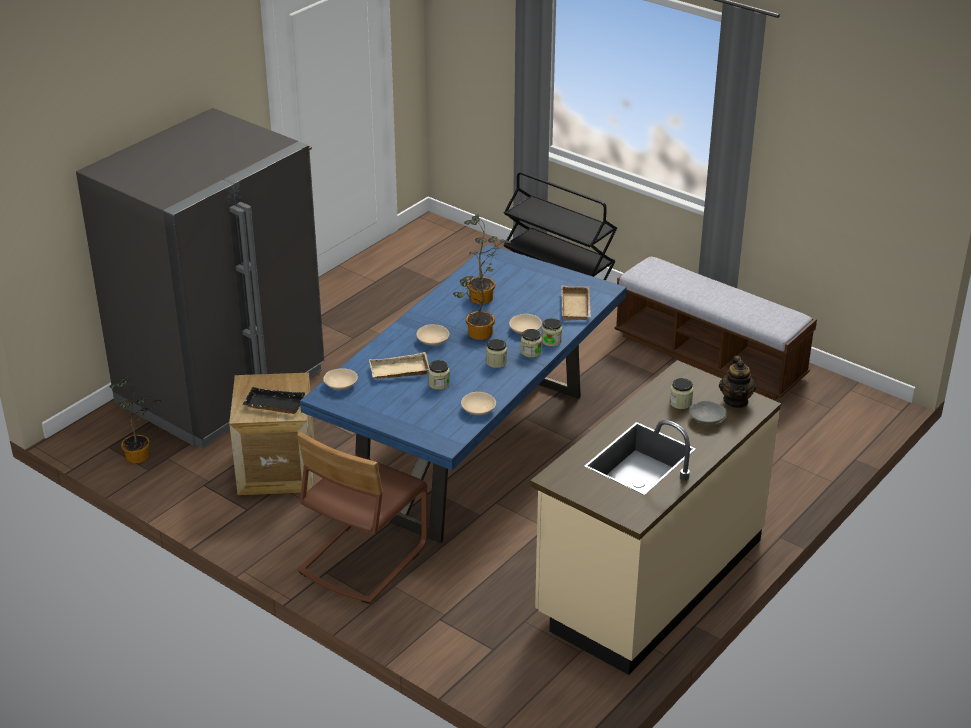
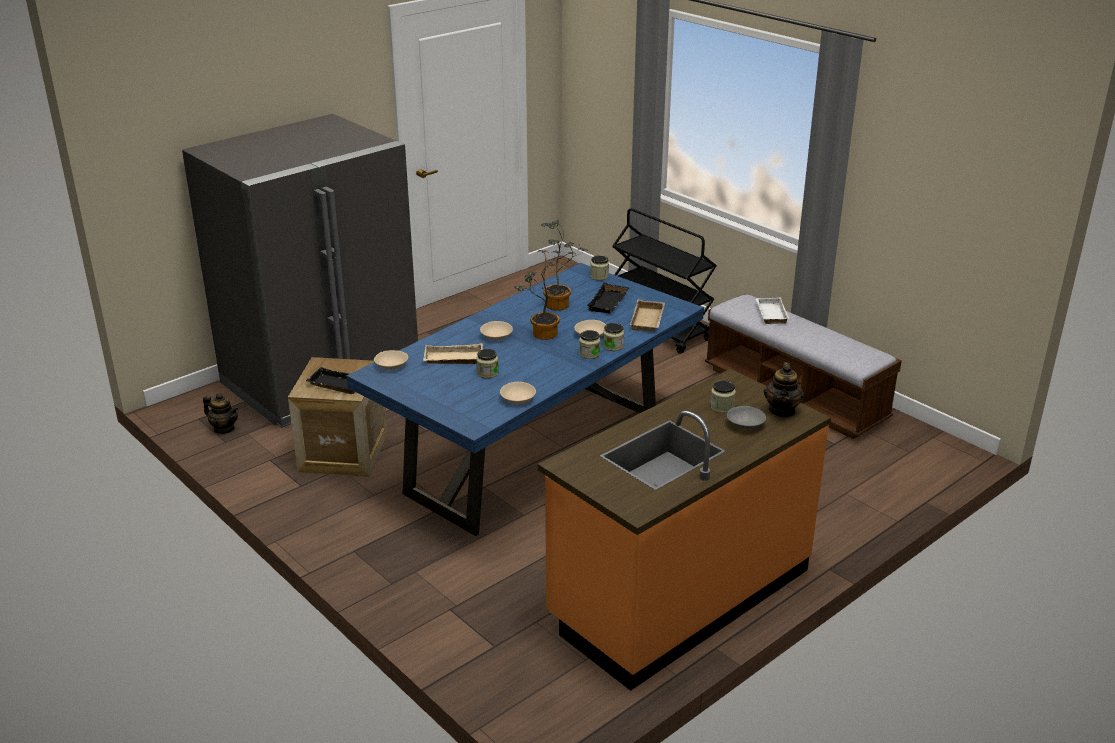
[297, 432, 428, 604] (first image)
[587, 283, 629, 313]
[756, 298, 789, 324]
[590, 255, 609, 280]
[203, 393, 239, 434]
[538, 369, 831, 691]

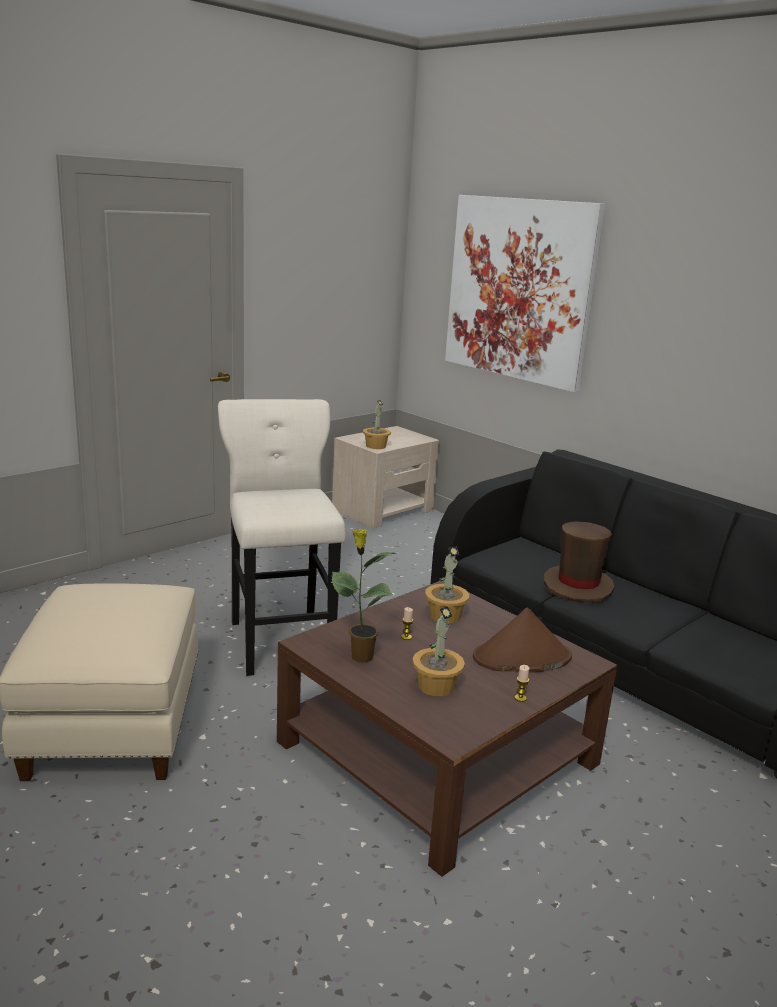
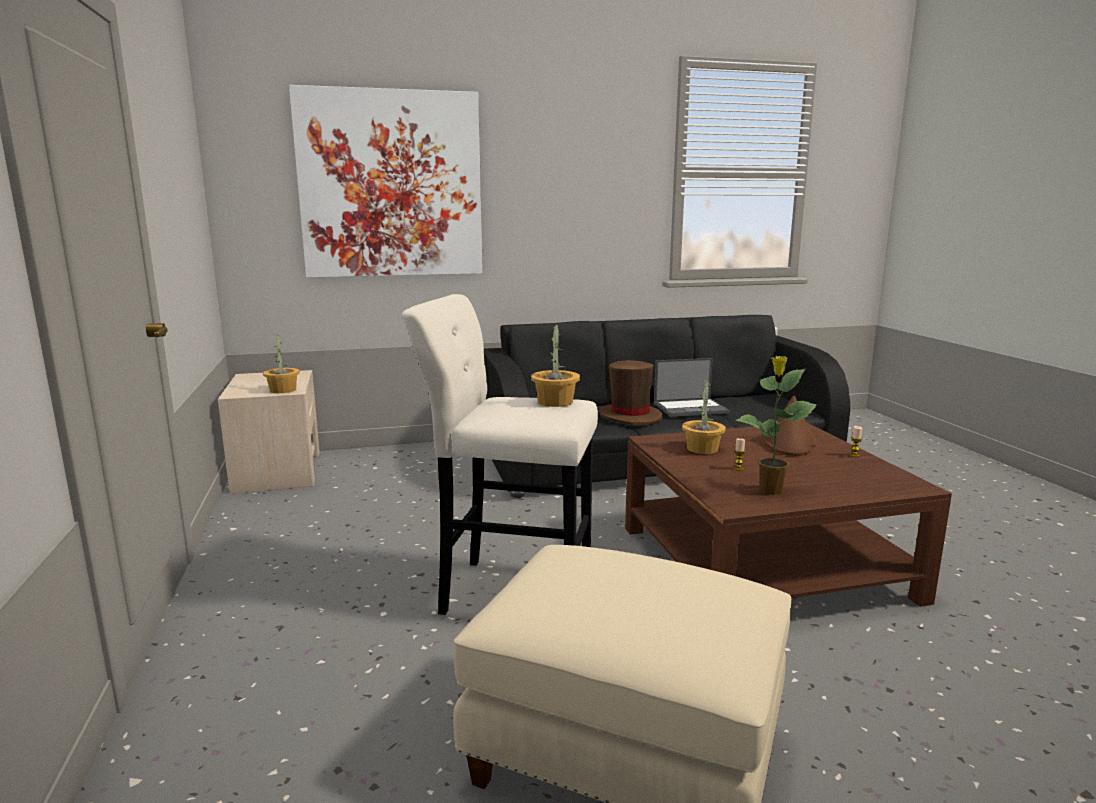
[654, 358, 730, 417]
[531, 324, 580, 407]

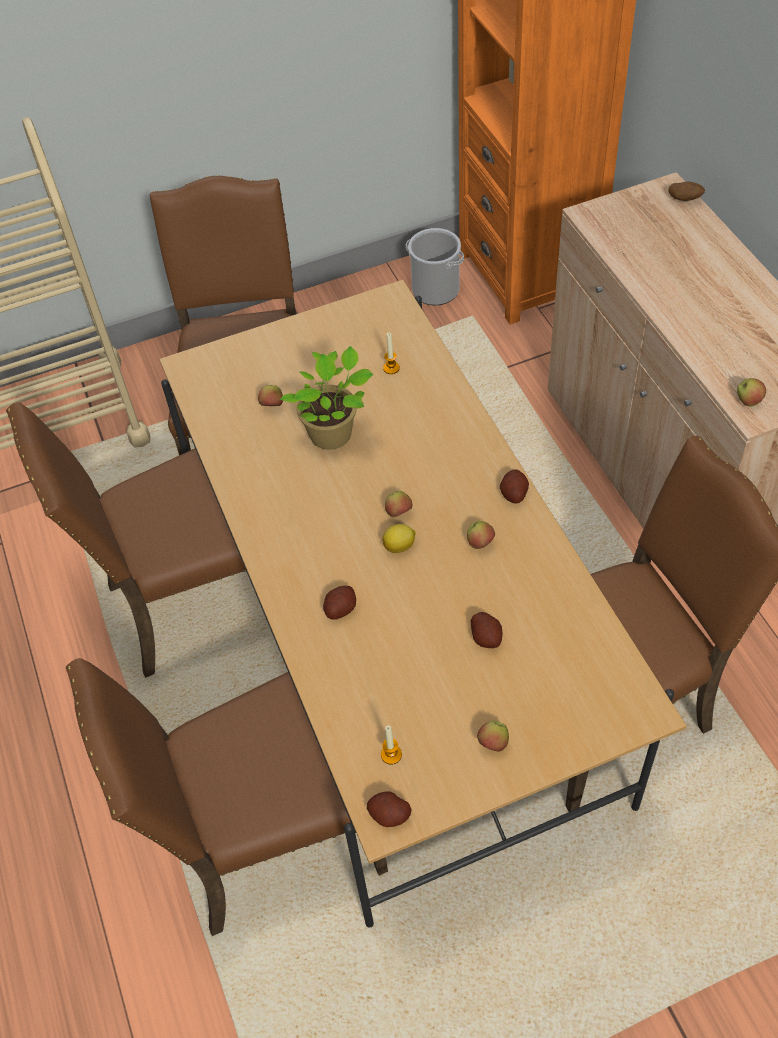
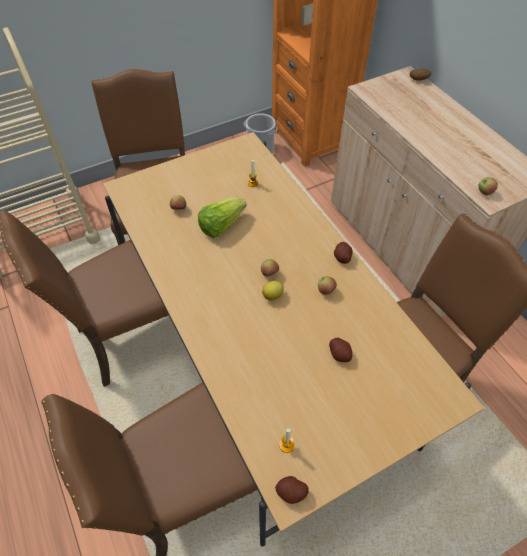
[323, 586, 356, 620] (first image)
[477, 721, 509, 752] (first image)
[198, 198, 247, 238]

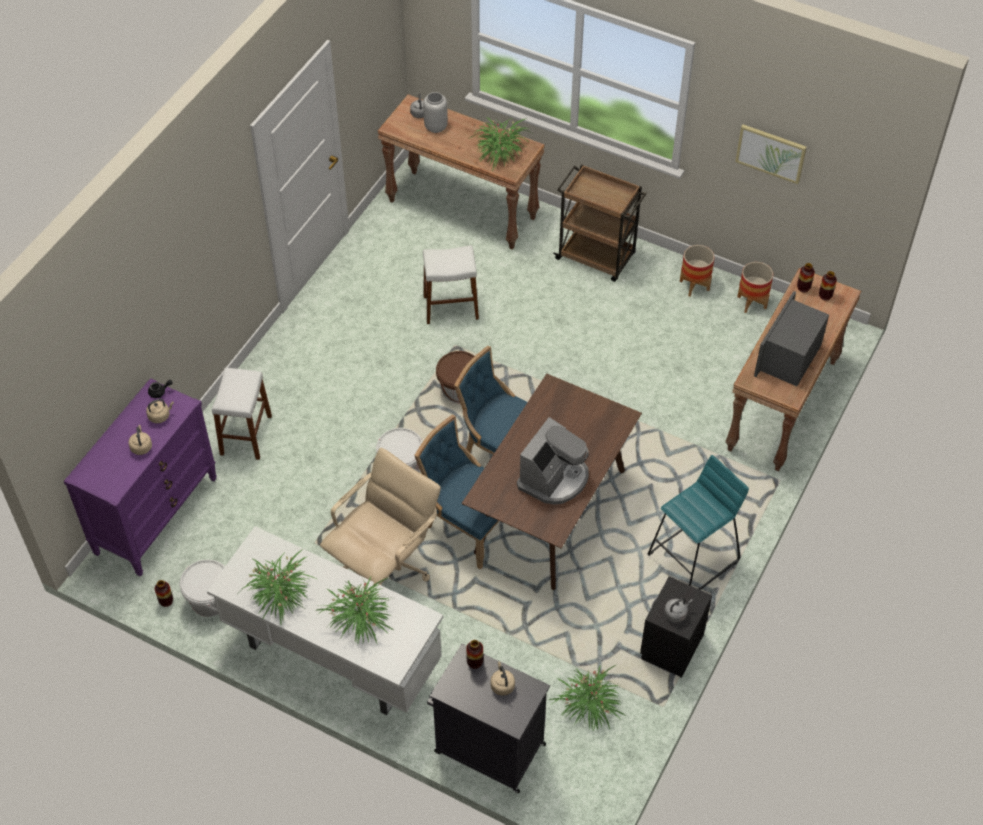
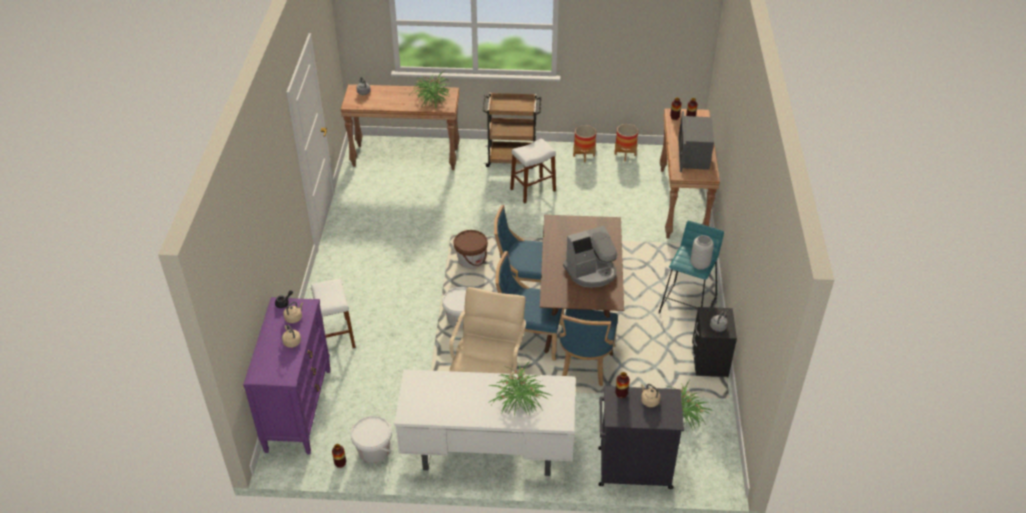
[243, 549, 317, 624] (first image)
[735, 124, 807, 184] (first image)
[560, 309, 618, 386]
[691, 235, 714, 270]
[510, 138, 556, 204]
[563, 226, 618, 287]

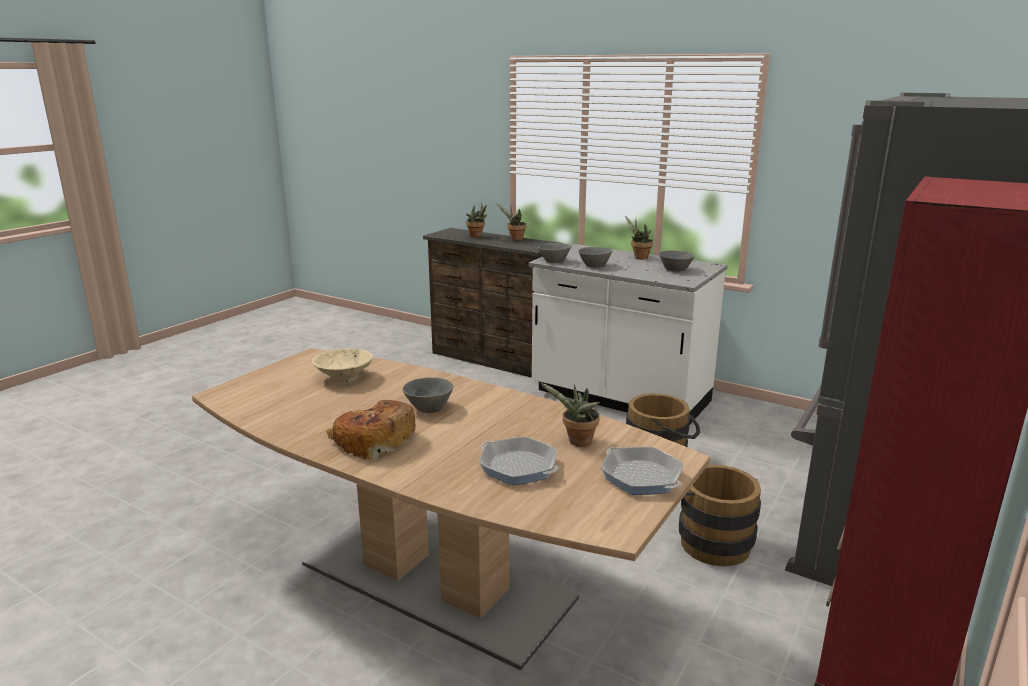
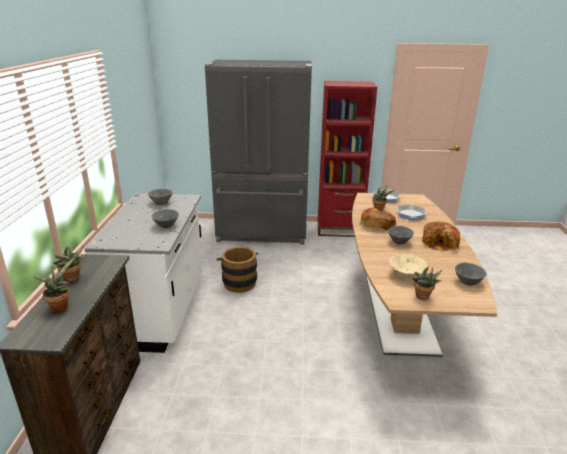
[679, 465, 761, 566] (first image)
[359, 208, 396, 231]
[455, 263, 487, 286]
[412, 267, 442, 300]

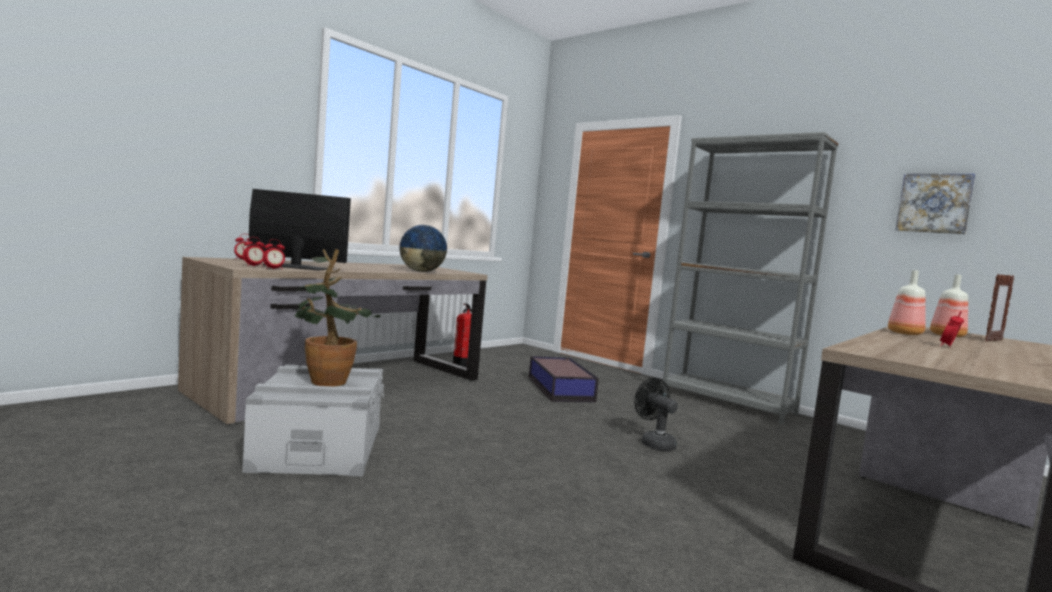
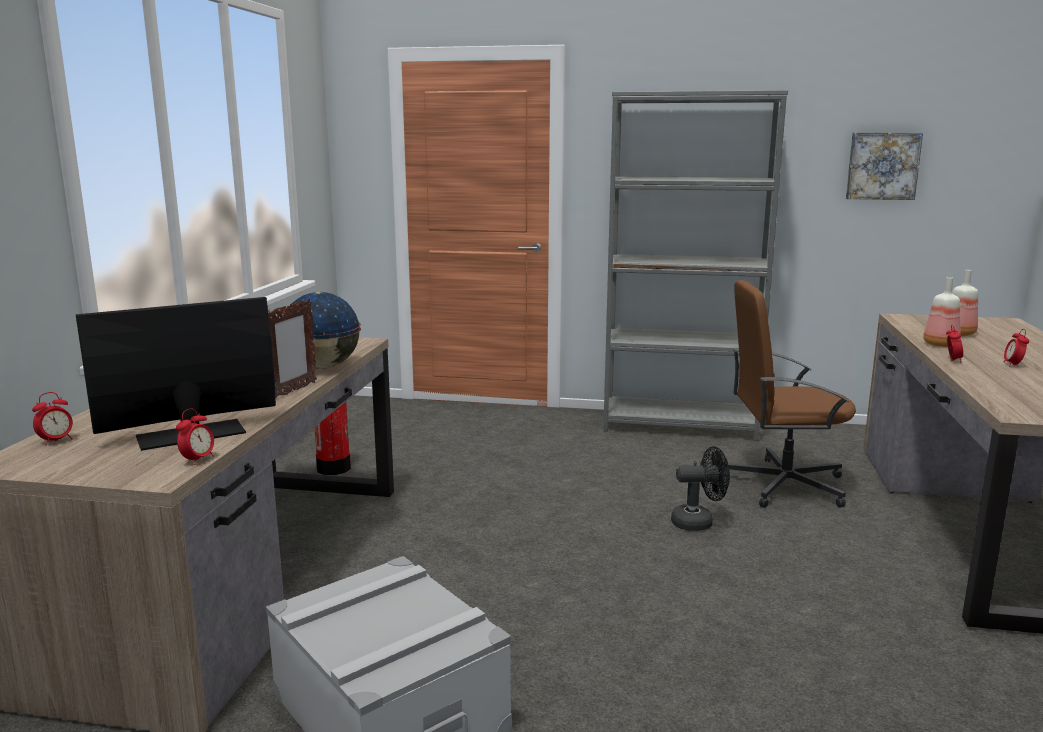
[294, 249, 380, 386] (first image)
[529, 356, 599, 403] (first image)
[719, 280, 856, 508]
[946, 325, 963, 363]
[268, 298, 317, 399]
[671, 446, 730, 531]

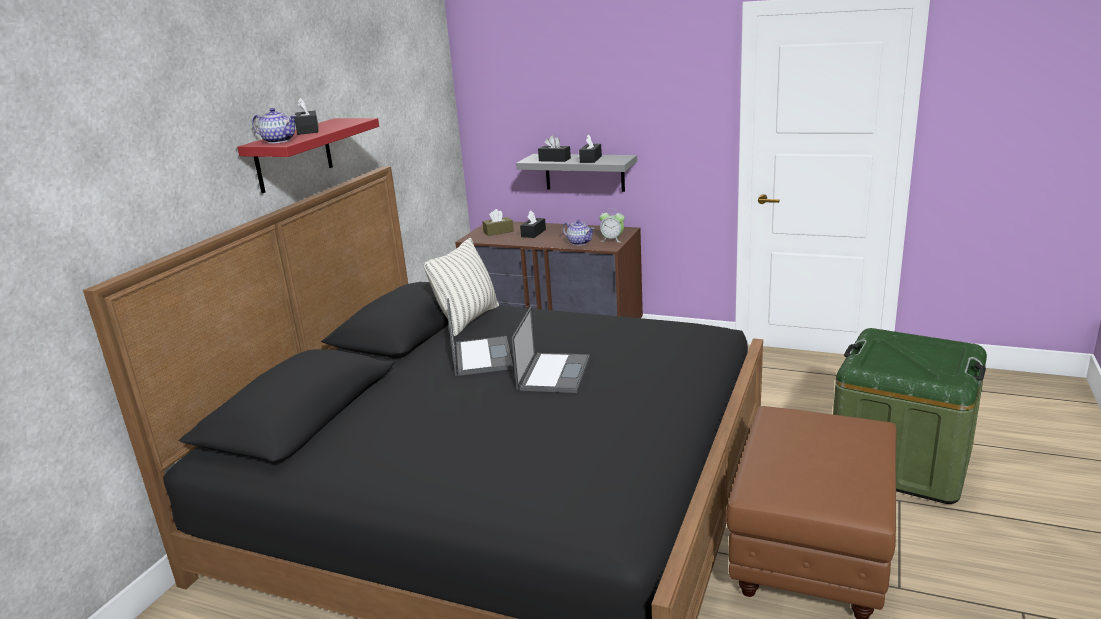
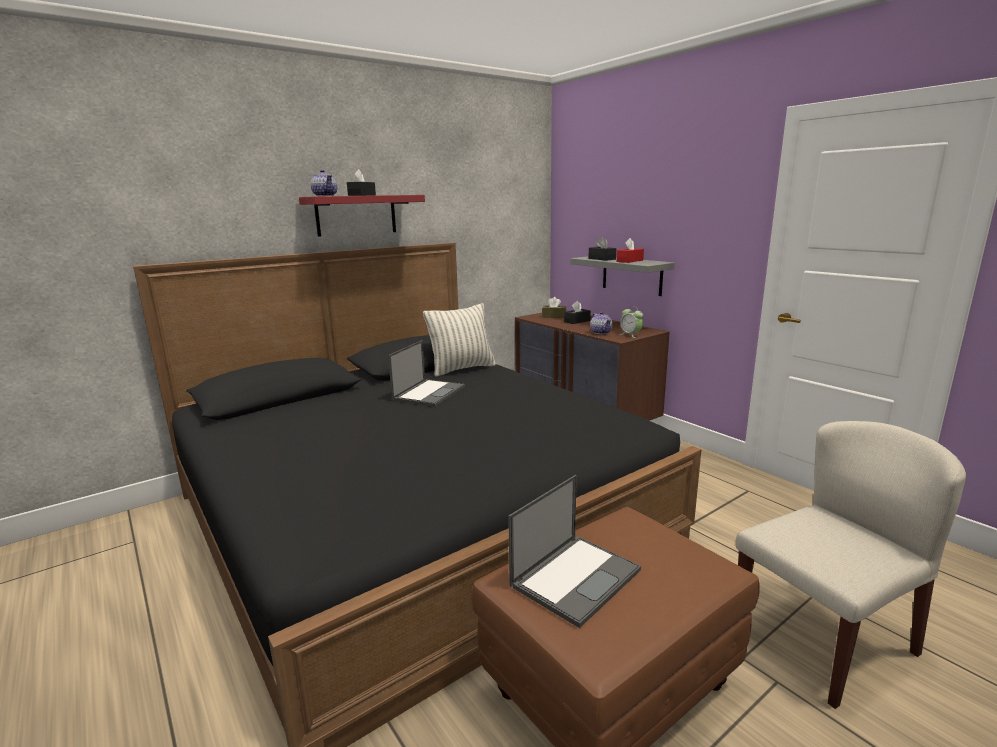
[508, 475, 641, 628]
[735, 421, 966, 709]
[616, 238, 644, 263]

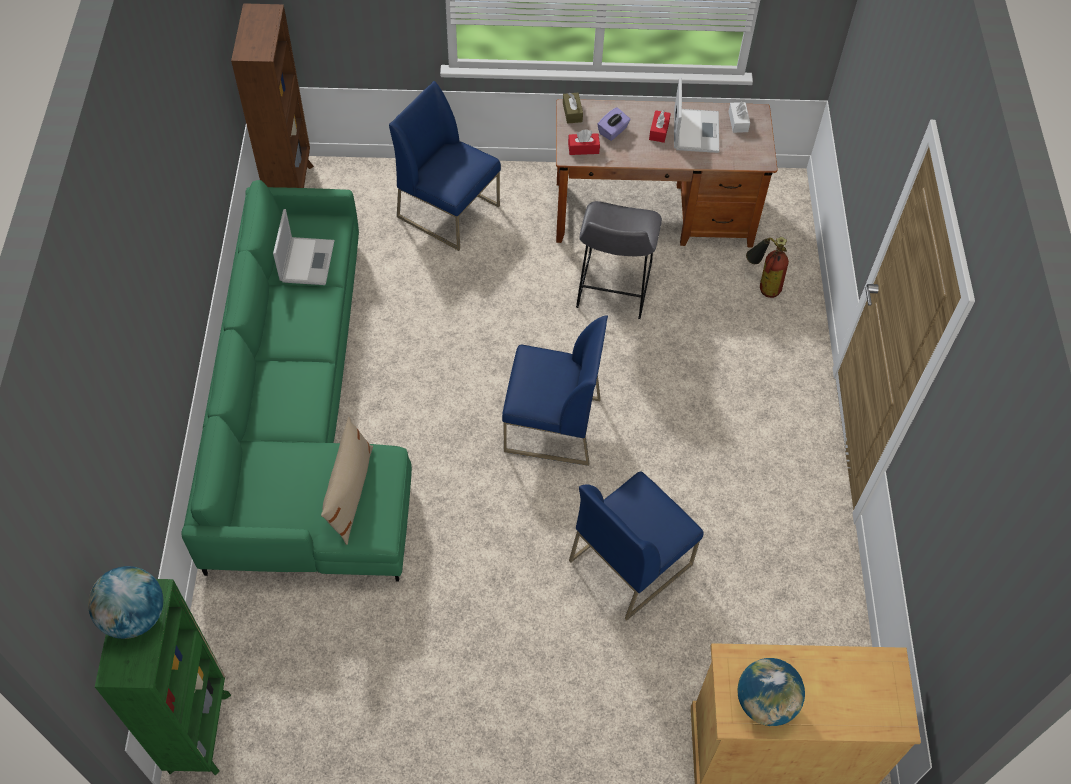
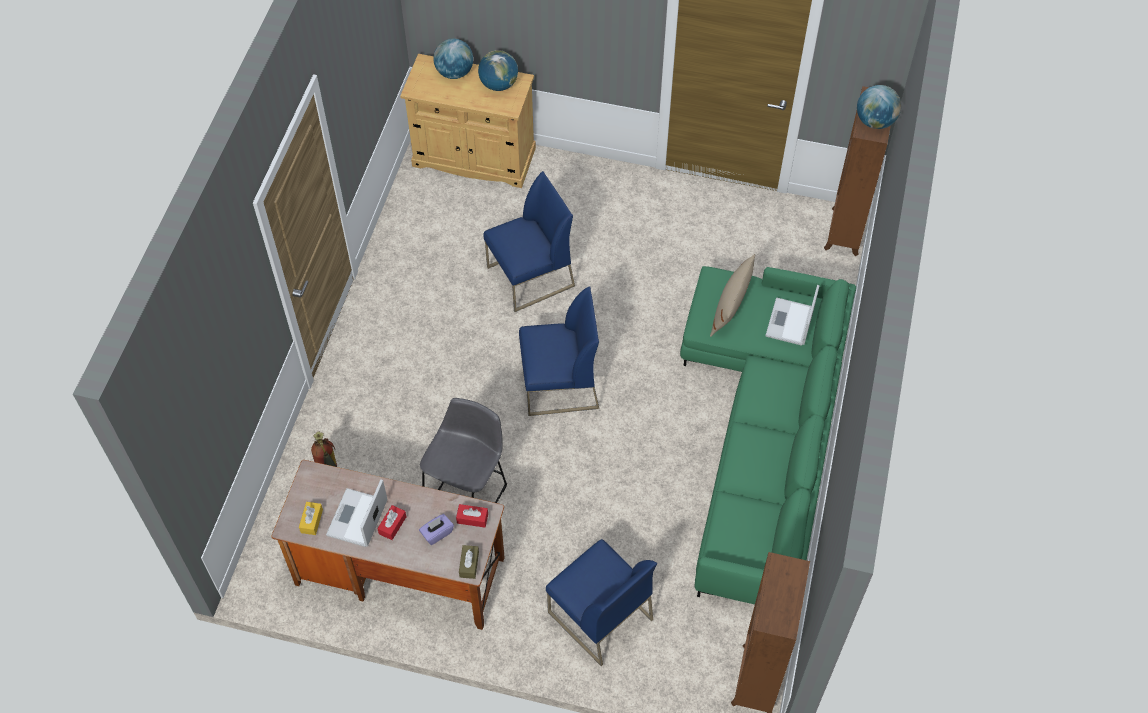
[433, 38, 473, 79]
[766, 285, 819, 346]
[824, 86, 897, 256]
[299, 502, 323, 535]
[519, 286, 599, 416]

